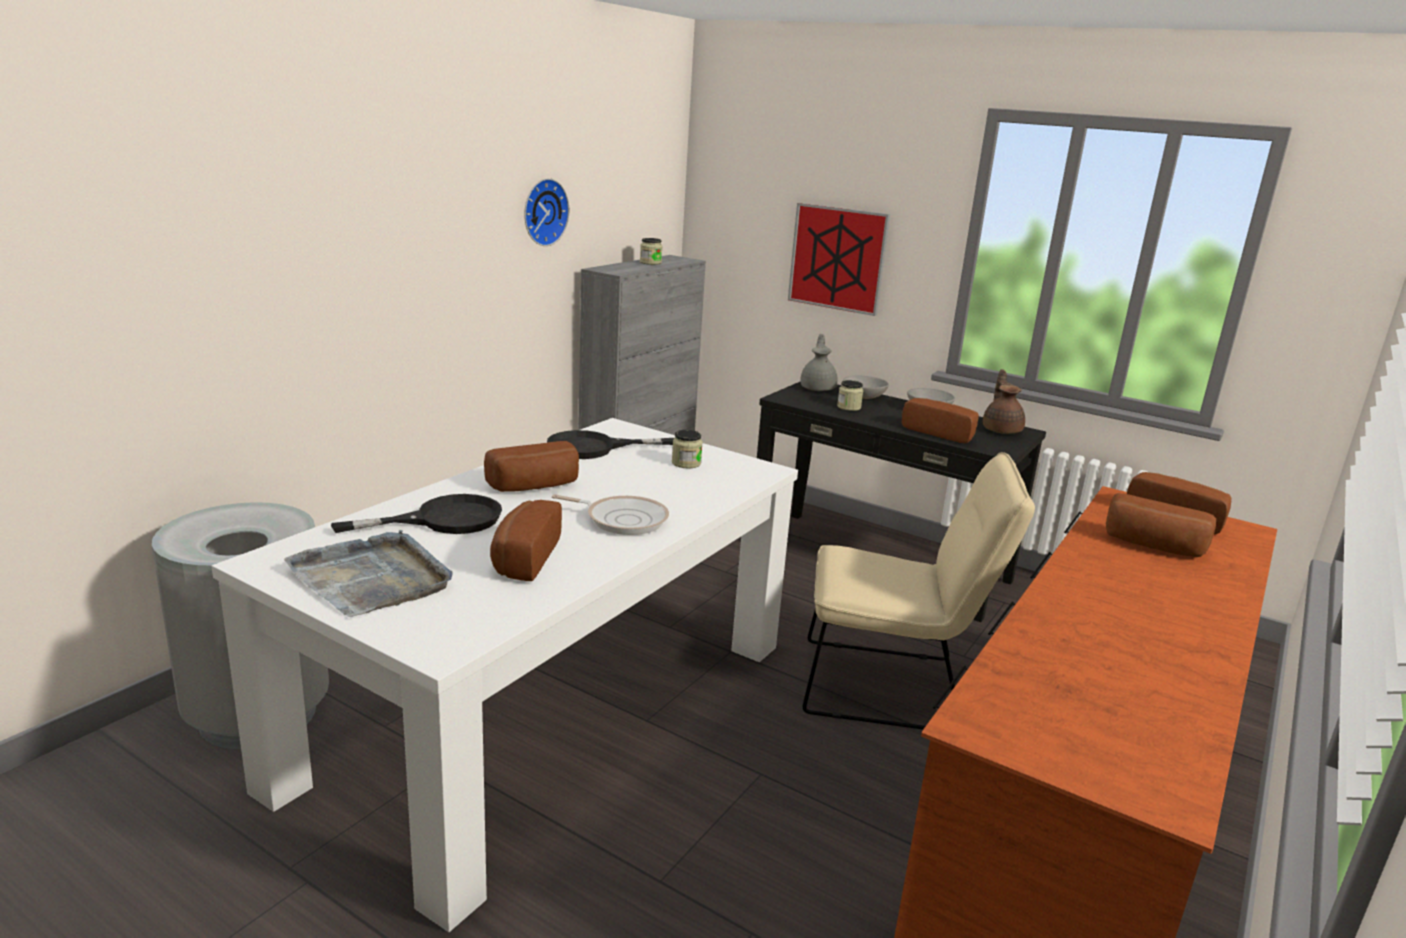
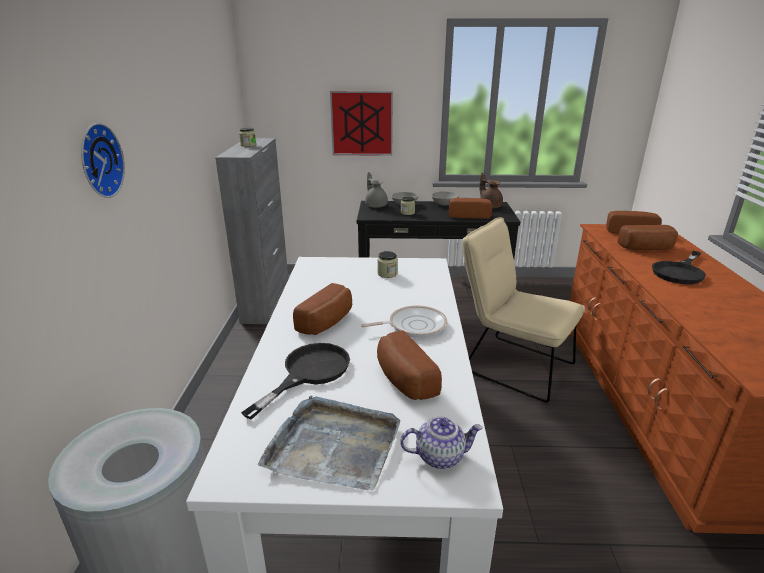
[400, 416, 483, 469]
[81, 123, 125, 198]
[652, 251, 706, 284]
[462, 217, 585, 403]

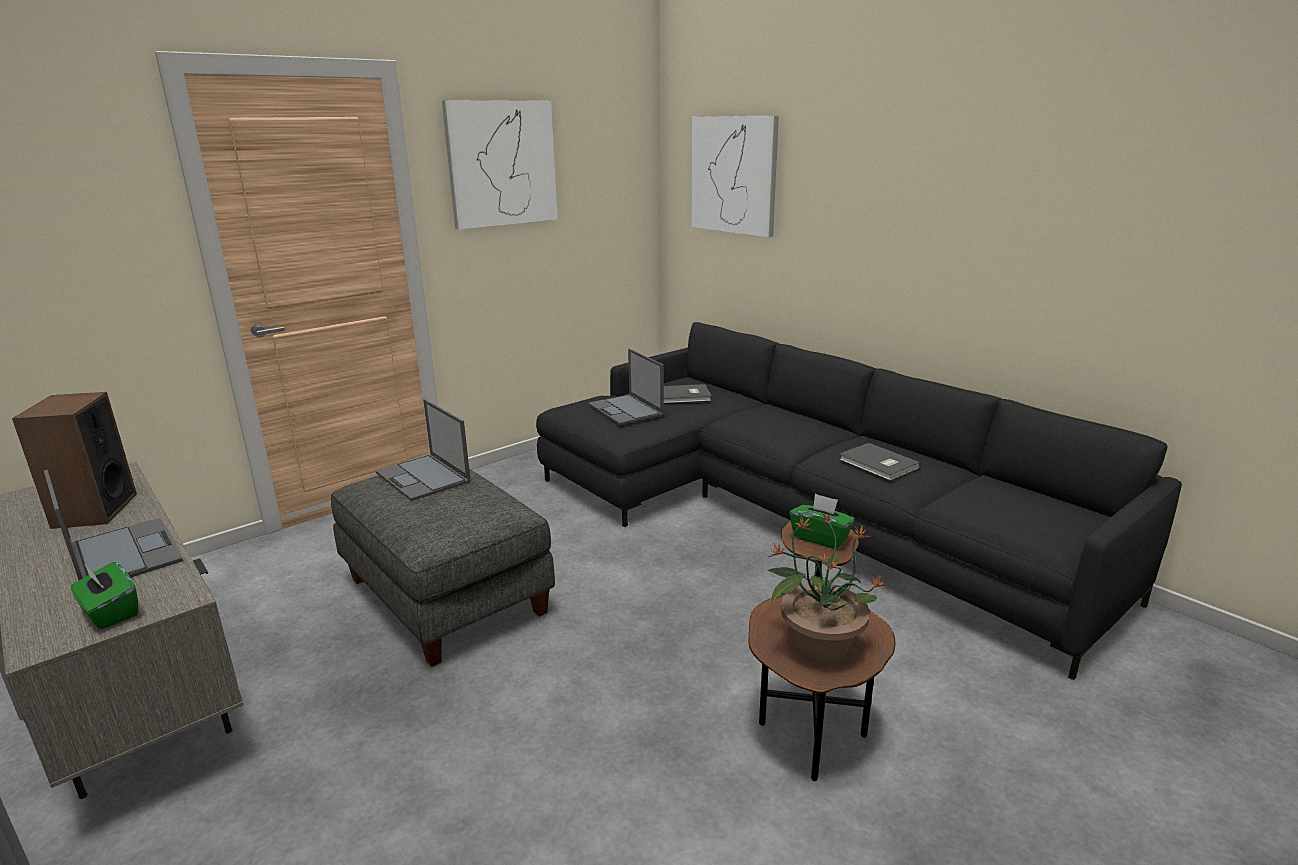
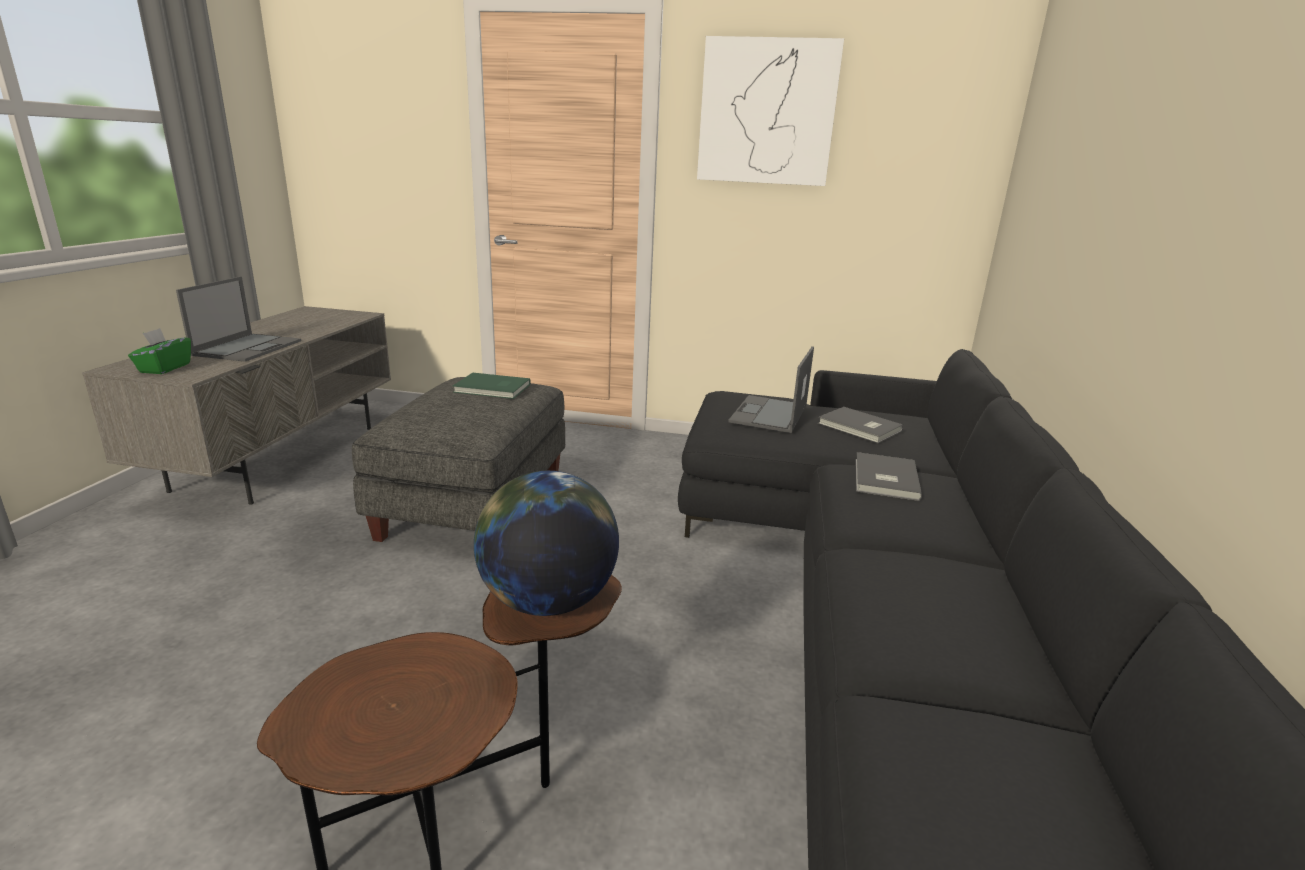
[12, 392, 137, 529] (first image)
[691, 115, 779, 237] (first image)
[767, 514, 889, 665] (first image)
[856, 452, 922, 501]
[453, 373, 530, 399]
[474, 471, 619, 616]

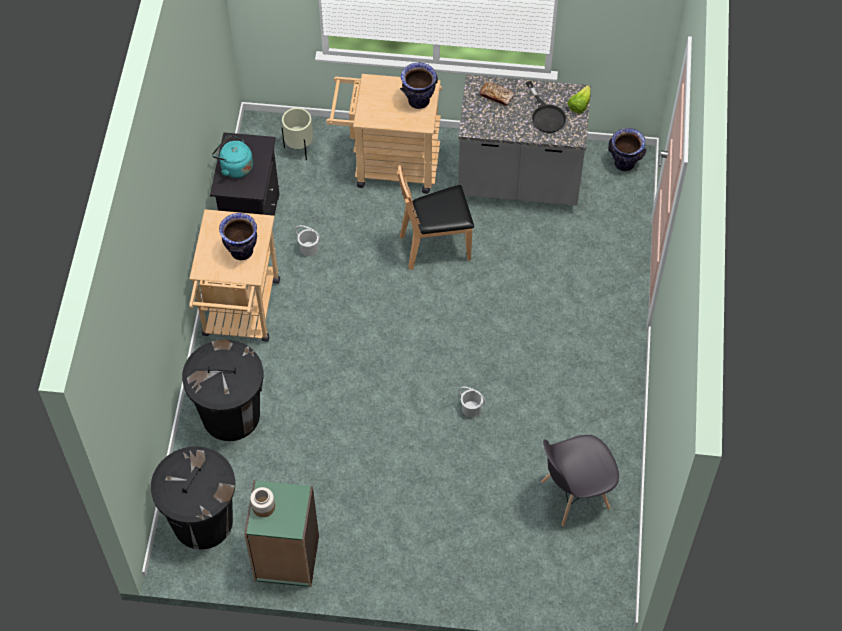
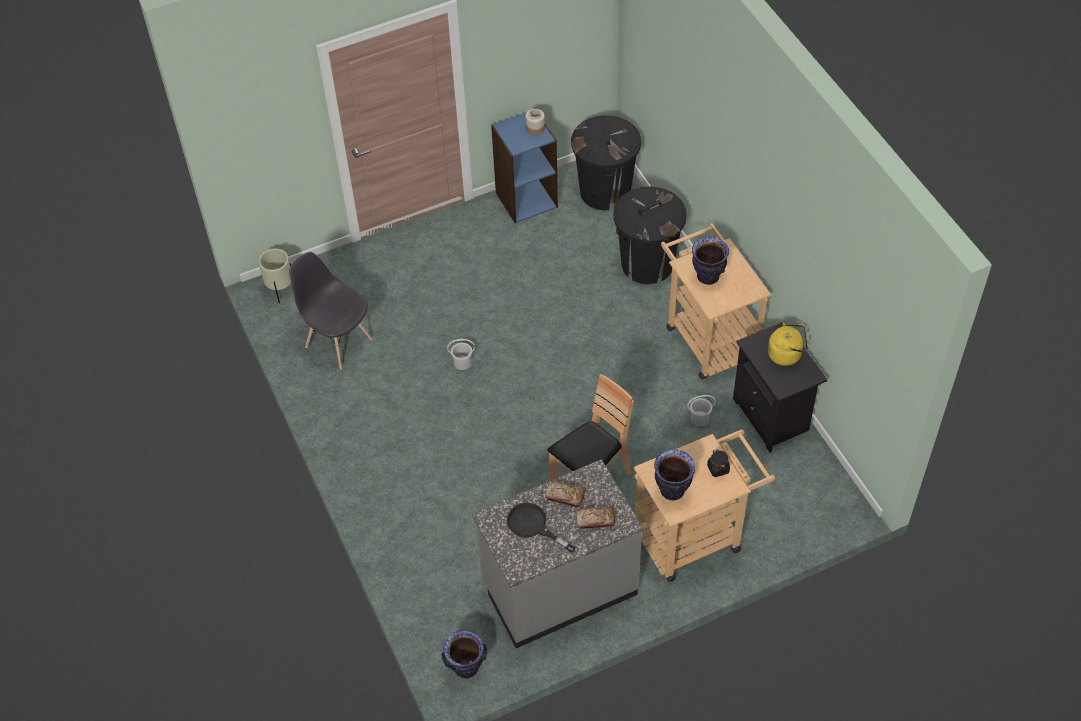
[567, 85, 591, 113] (first image)
[545, 482, 585, 508]
[707, 449, 730, 477]
[259, 249, 291, 303]
[768, 322, 808, 366]
[491, 113, 558, 223]
[289, 252, 372, 370]

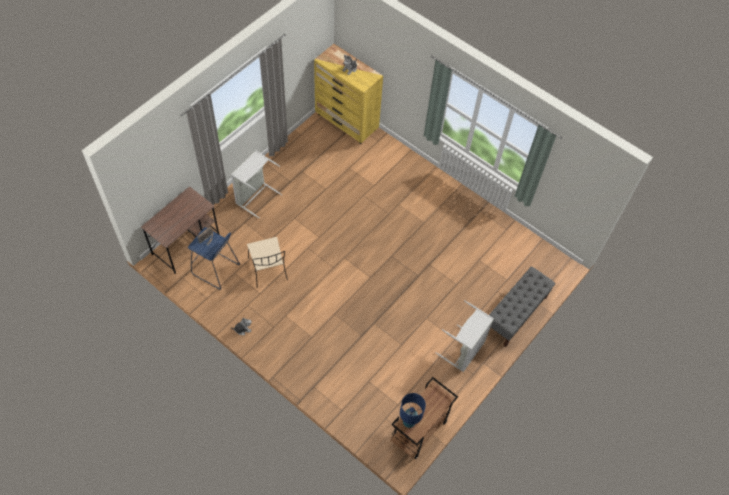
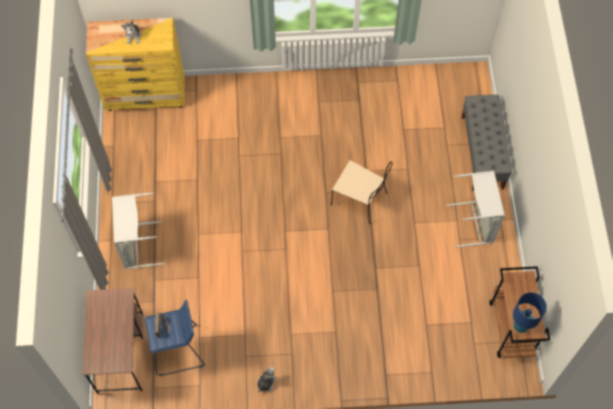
[331, 160, 393, 224]

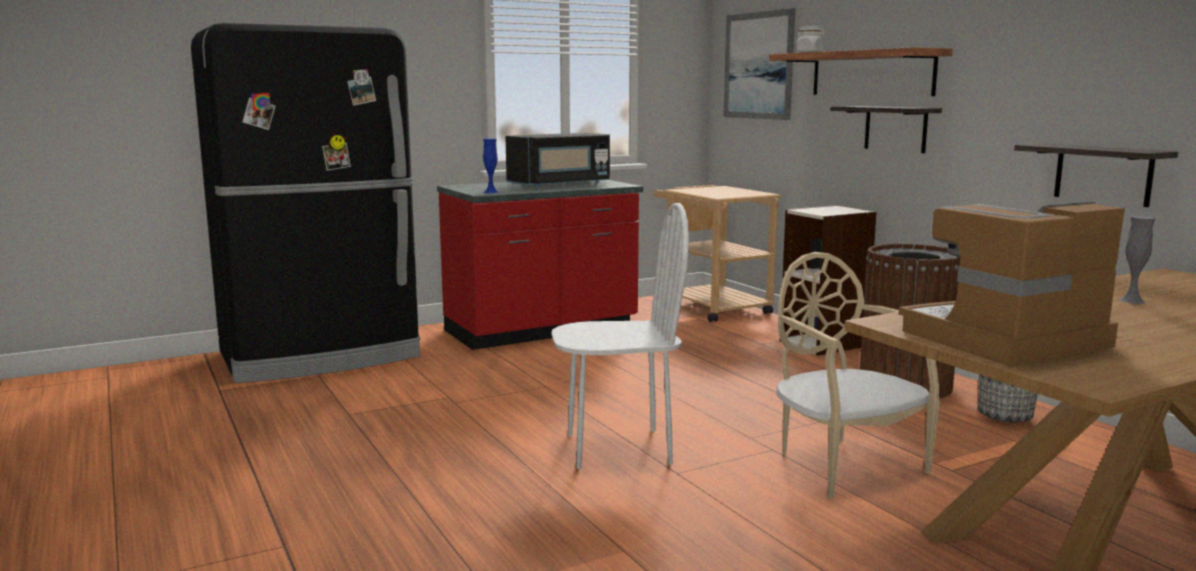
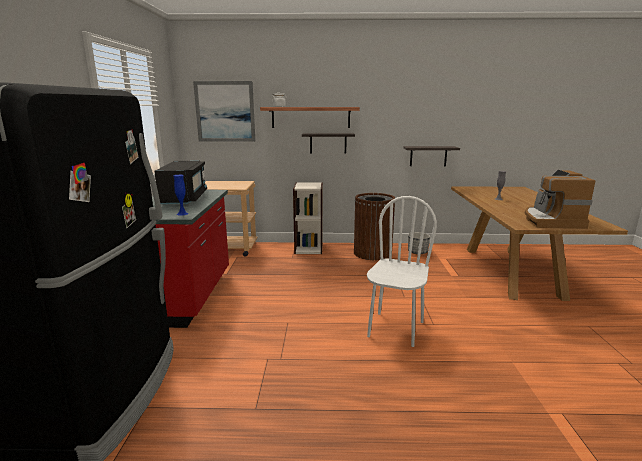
[776, 252, 940, 498] (first image)

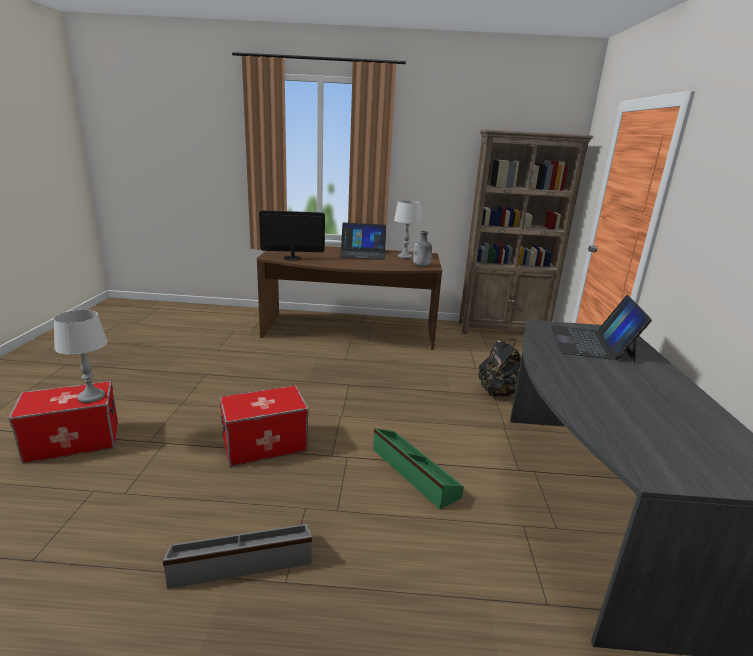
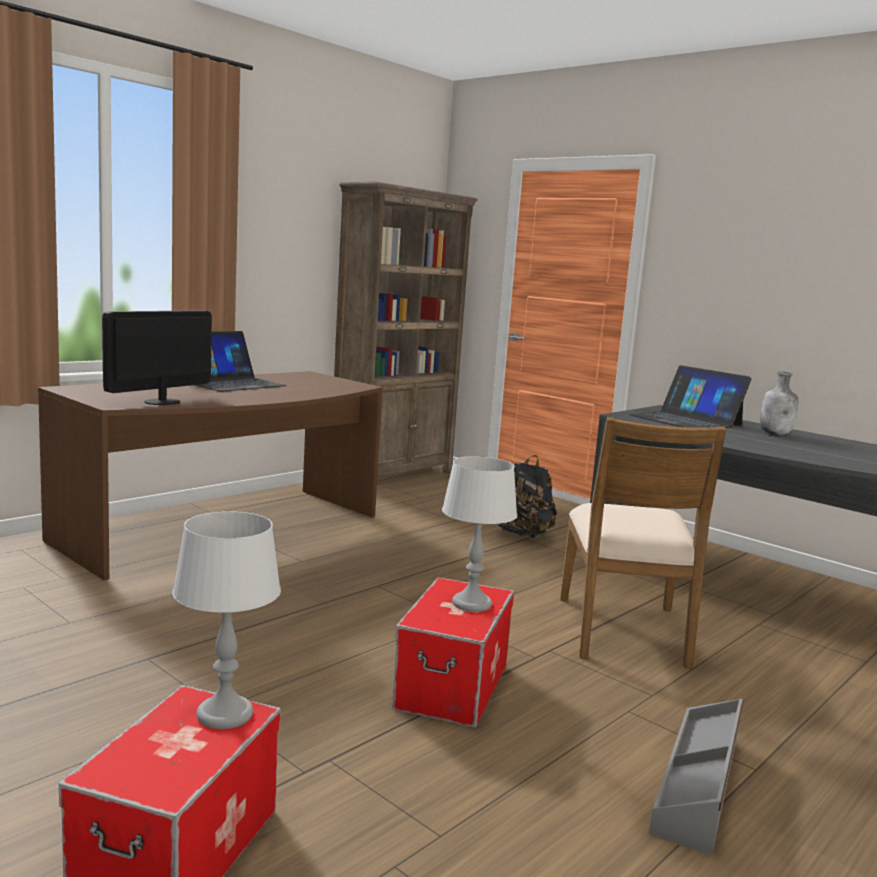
[442, 456, 517, 612]
[760, 371, 798, 435]
[560, 417, 726, 669]

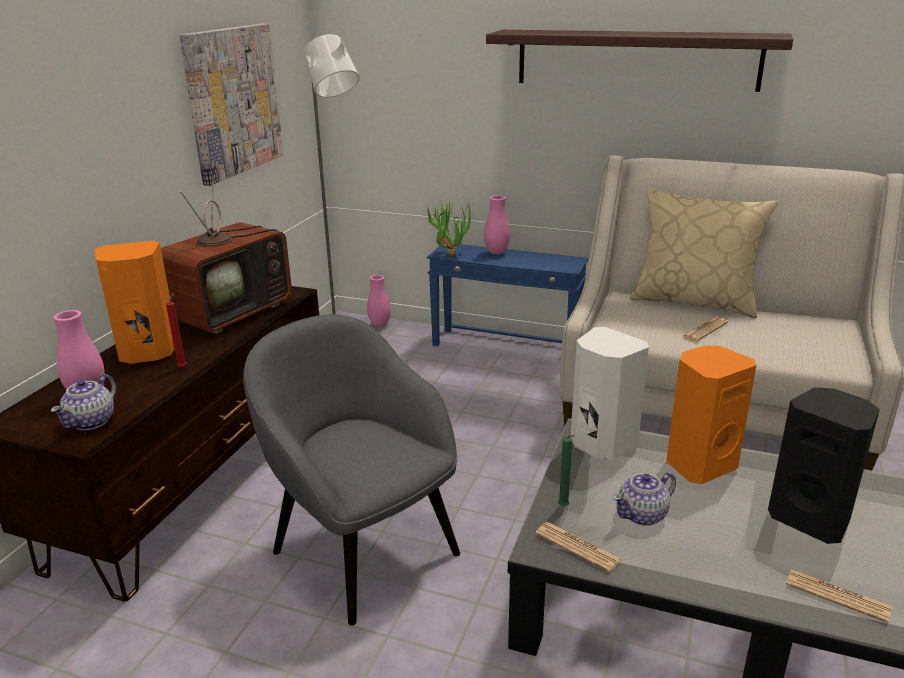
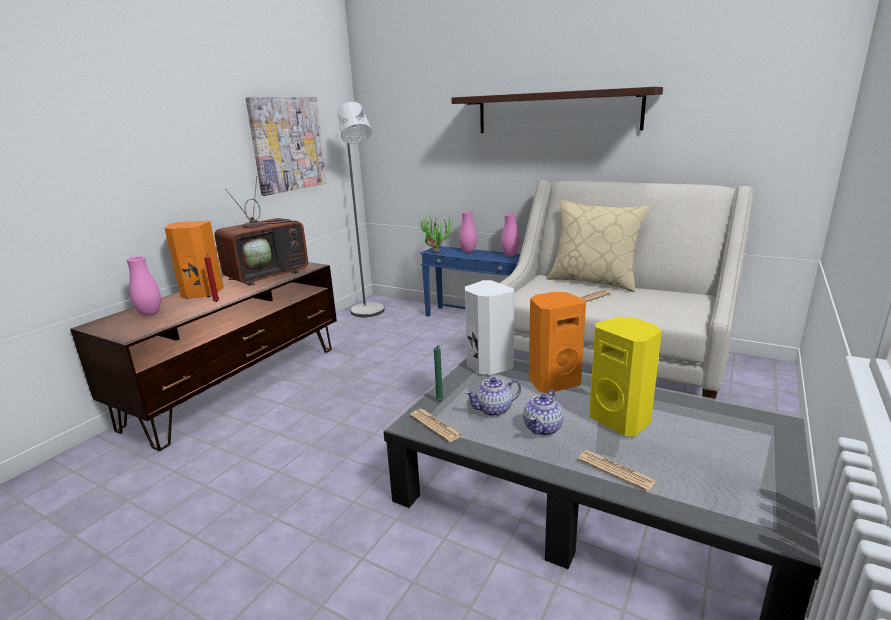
[243, 314, 460, 625] (first image)
[523, 390, 564, 436]
[501, 214, 520, 257]
[589, 317, 662, 436]

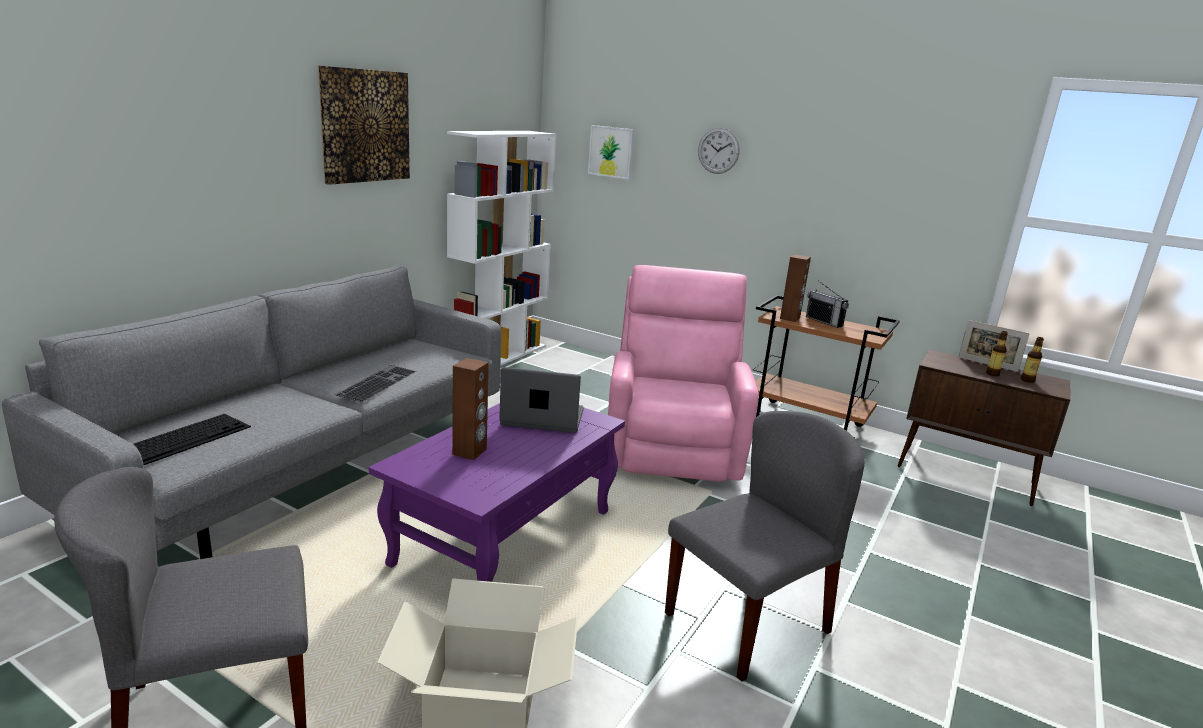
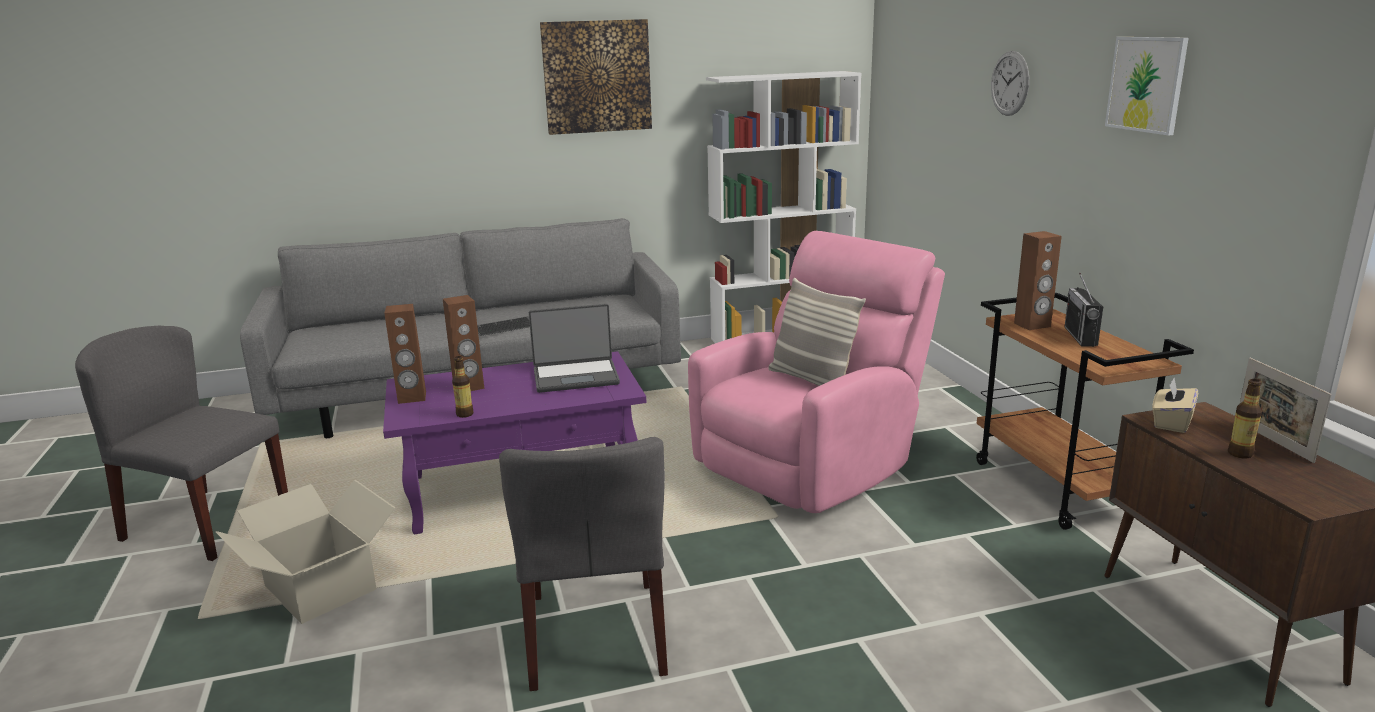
[133, 414, 251, 465] (first image)
[384, 304, 426, 404]
[768, 278, 866, 386]
[1152, 378, 1198, 433]
[1105, 37, 1189, 136]
[452, 356, 474, 418]
[529, 304, 620, 393]
[499, 437, 668, 691]

